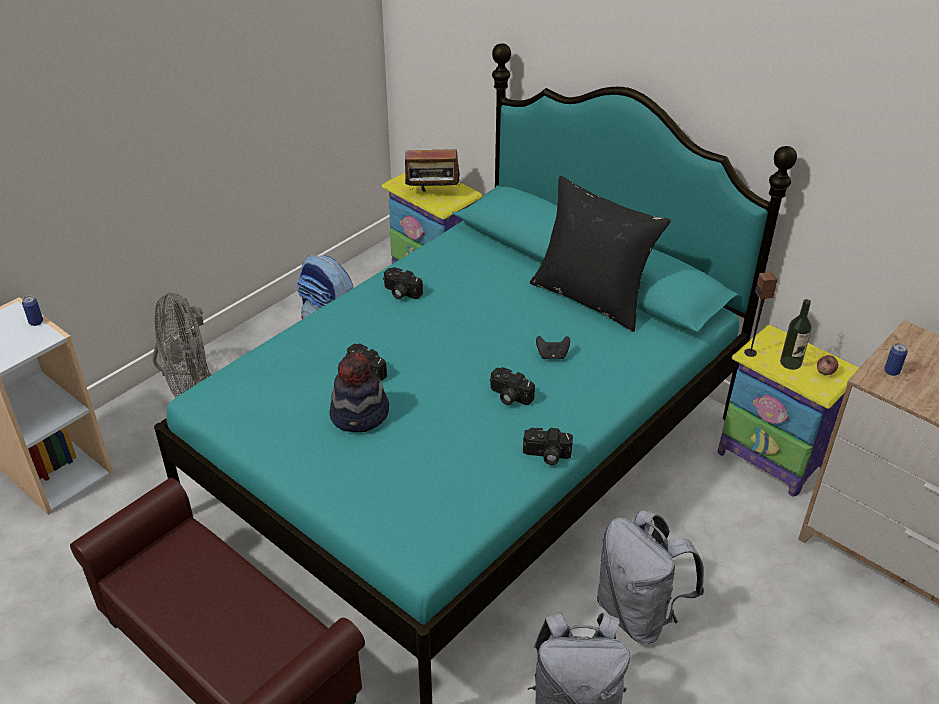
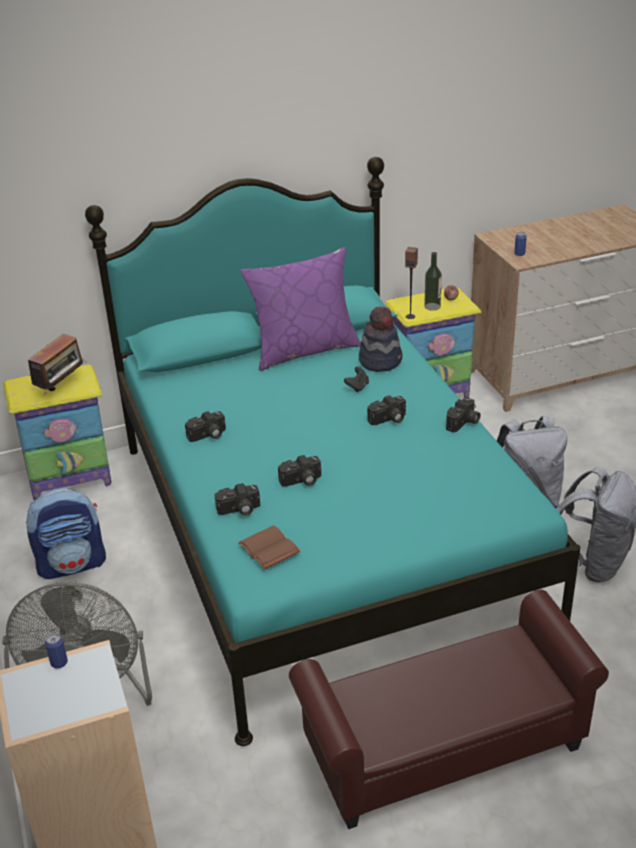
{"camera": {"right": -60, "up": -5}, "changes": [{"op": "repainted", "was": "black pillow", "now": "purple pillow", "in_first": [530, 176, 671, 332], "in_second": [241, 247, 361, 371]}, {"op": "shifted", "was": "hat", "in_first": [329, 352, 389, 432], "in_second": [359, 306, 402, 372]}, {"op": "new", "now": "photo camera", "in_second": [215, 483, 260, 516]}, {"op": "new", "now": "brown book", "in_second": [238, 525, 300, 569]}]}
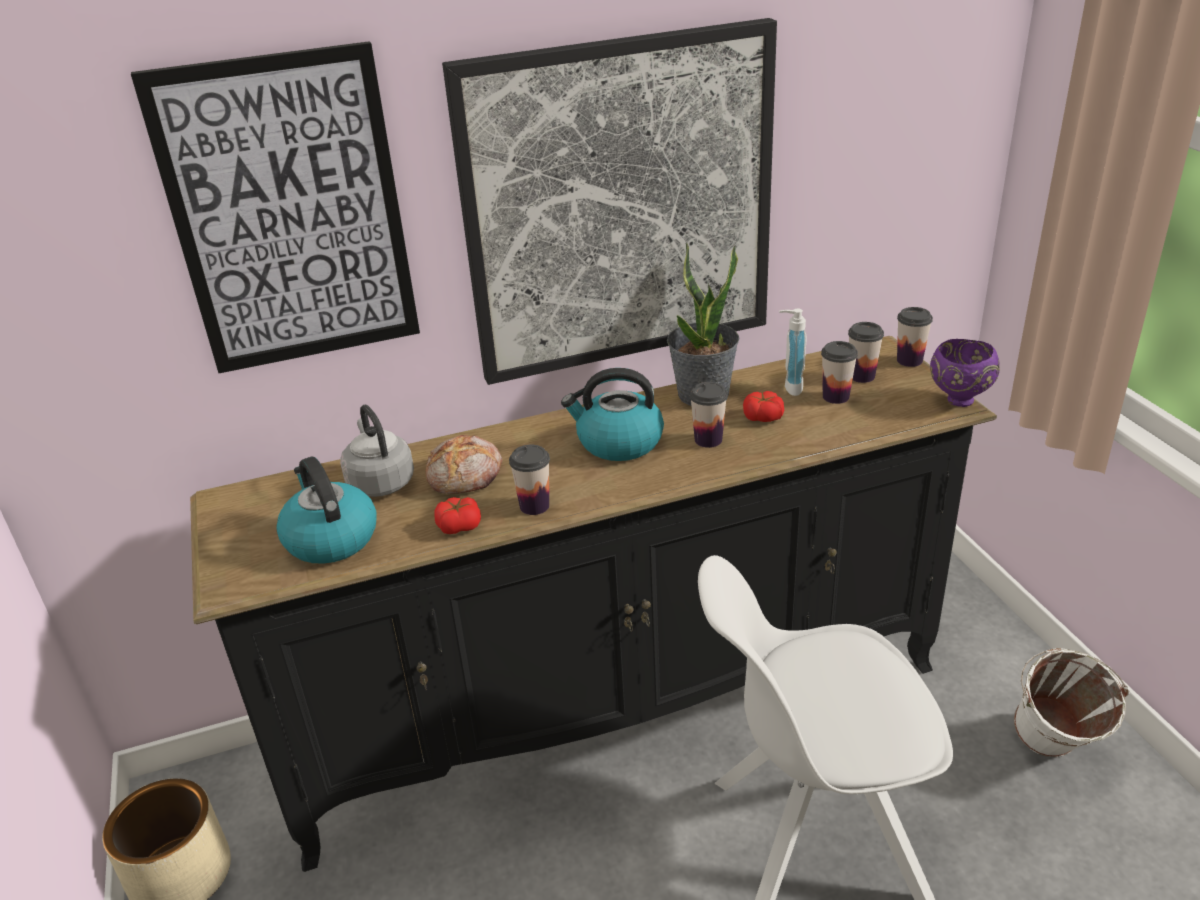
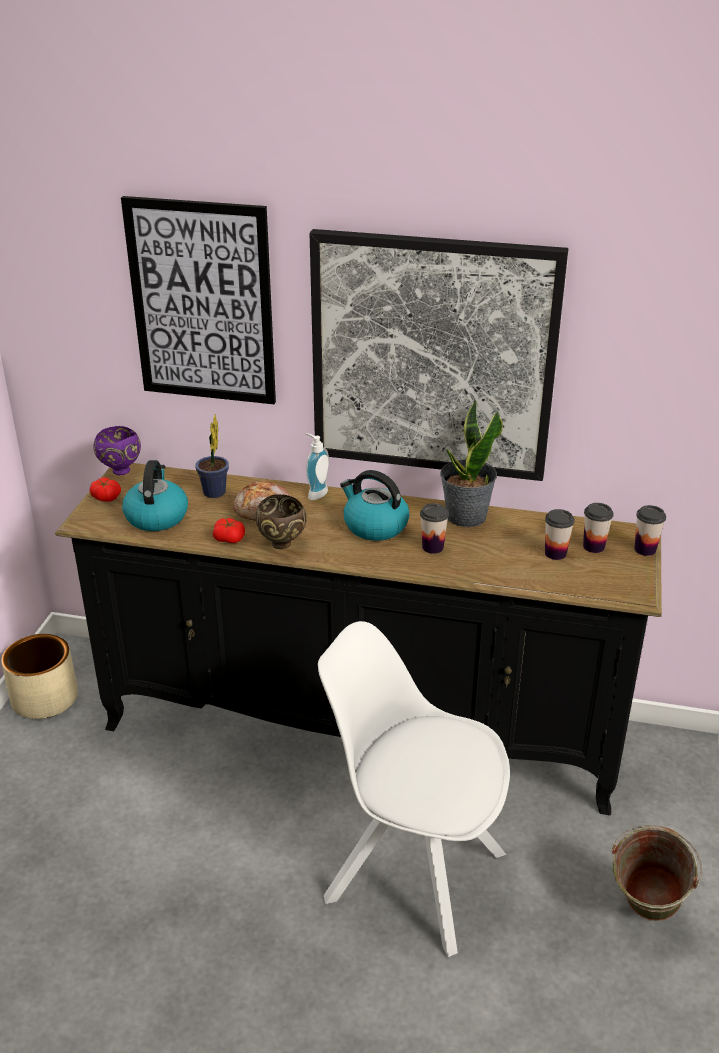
{"camera": {"right": 30, "up": 0}, "changes": [{"op": "shifted", "was": "soap dispenser", "in_first": [779, 309, 807, 396], "in_second": [306, 433, 329, 500]}, {"op": "shifted", "was": "purple bowl", "in_first": [930, 339, 1000, 407], "in_second": [94, 426, 141, 475]}, {"op": "shifted", "was": "tomato", "in_first": [743, 391, 784, 422], "in_second": [90, 477, 121, 502]}, {"op": "swapped", "was": "grey kettle", "now": "potted plant", "in_first": [340, 405, 414, 497], "in_second": [195, 414, 229, 498]}, {"op": "swapped", "was": "cup", "now": "brown bowl", "in_first": [509, 445, 550, 515], "in_second": [255, 494, 307, 549]}, {"op": "repainted", "was": "white bucket", "now": "green bucket", "in_first": [1014, 648, 1130, 757], "in_second": [612, 825, 702, 921]}]}
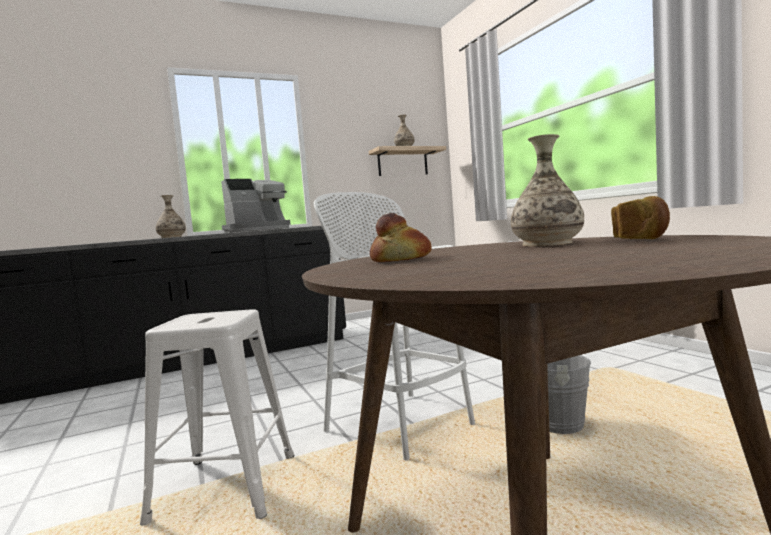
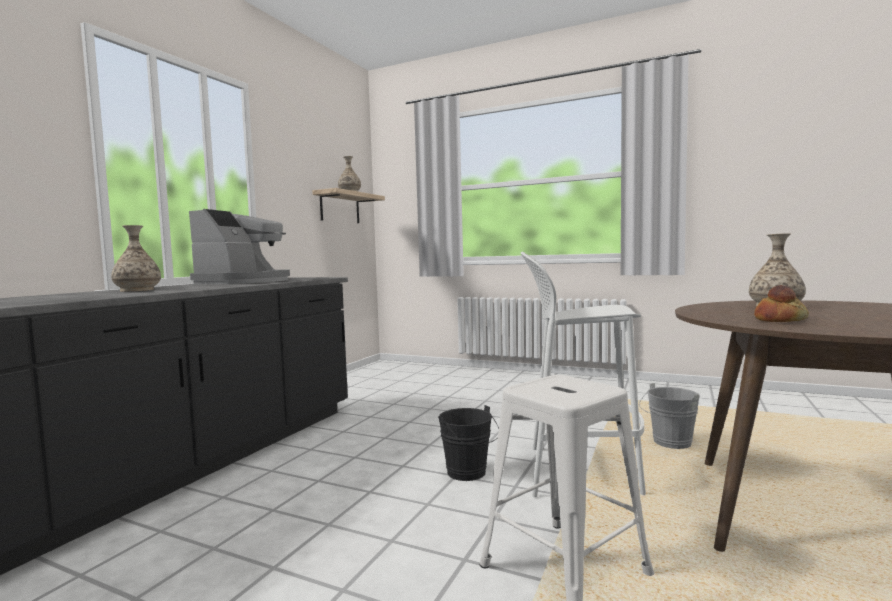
{"camera": {"right": -40, "up": 0}, "changes": [{"op": "gone", "was": "bread", "in_first": [611, 196, 670, 239]}, {"op": "new", "now": "black bucket", "in_second": [438, 405, 499, 481]}]}
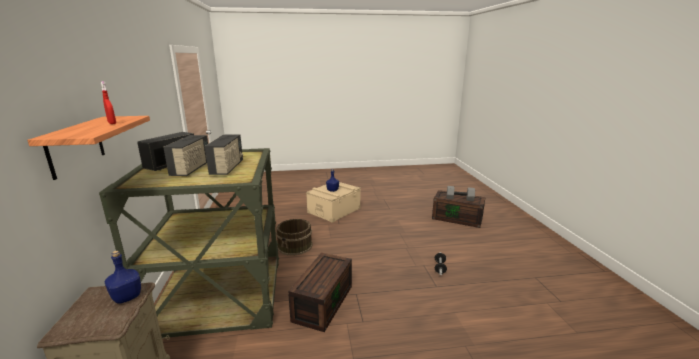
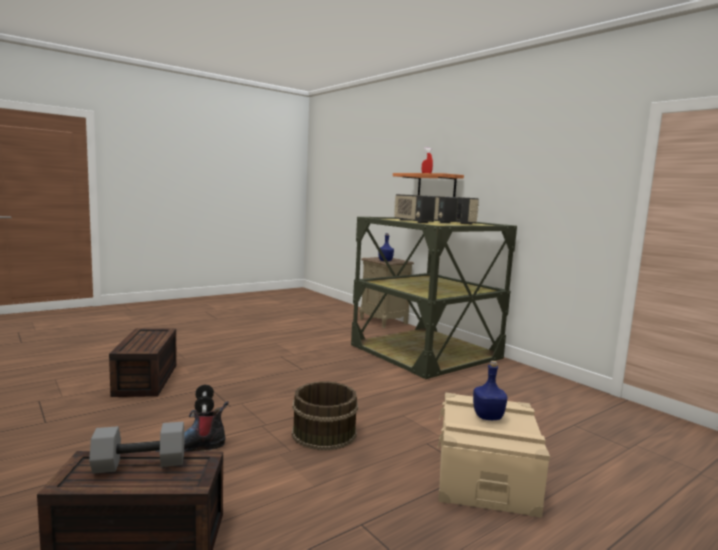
{"camera": {"right": 150, "up": -10}, "changes": [{"op": "shifted", "was": "brown bucket", "in_first": [276, 219, 313, 256], "in_second": [292, 381, 358, 450]}, {"op": "shifted", "was": "brown storage box", "in_first": [288, 253, 352, 332], "in_second": [109, 328, 177, 397]}, {"op": "new", "now": "boot", "in_second": [158, 401, 229, 452]}]}
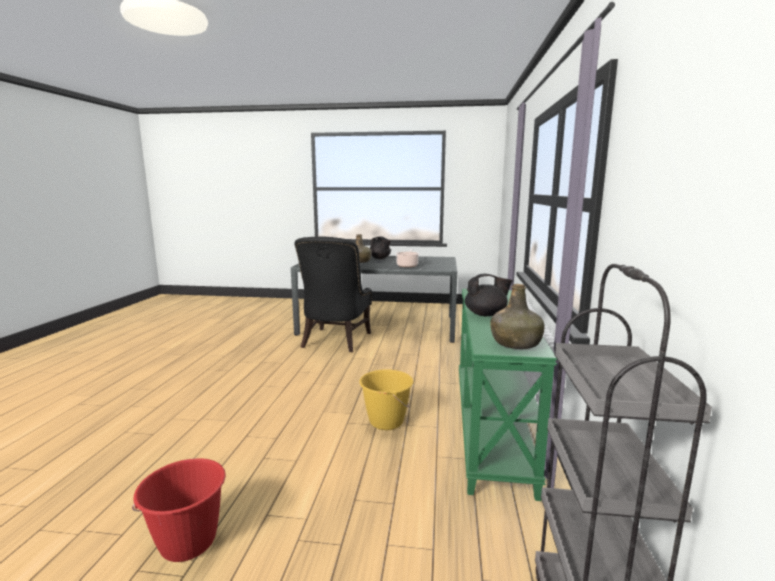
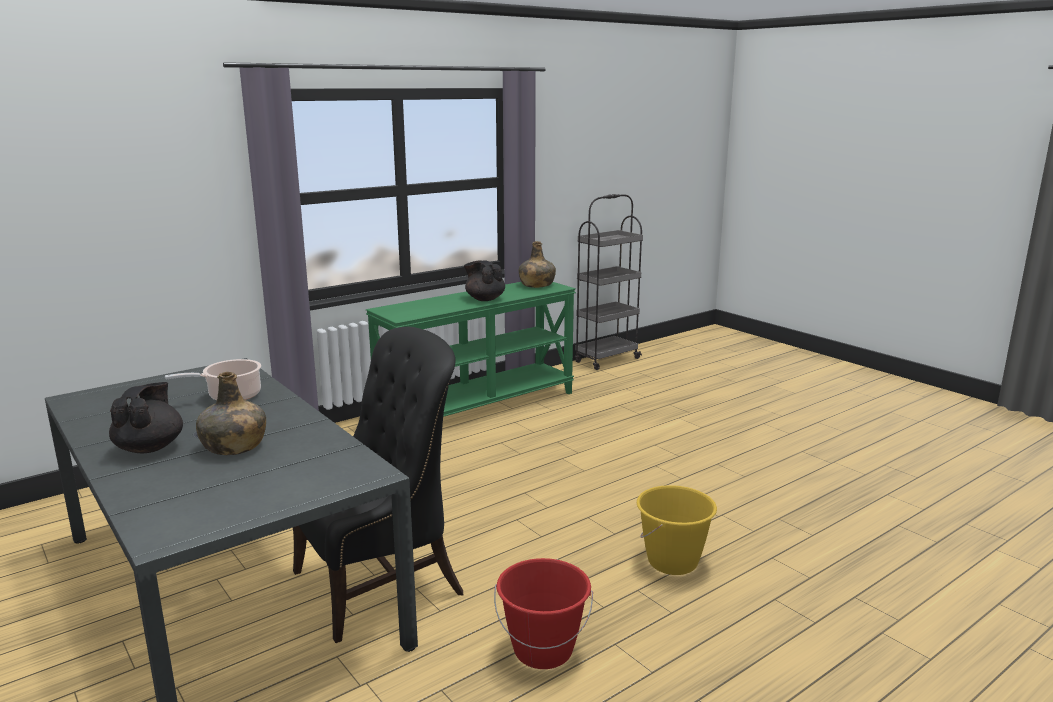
{"camera": {"right": -135, "up": 5}, "changes": [{"op": "shifted", "was": "yellow bucket", "in_first": [359, 369, 414, 430], "in_second": [637, 485, 717, 575]}, {"op": "shifted", "was": "red bucket", "in_first": [132, 458, 226, 562], "in_second": [494, 558, 593, 669]}]}
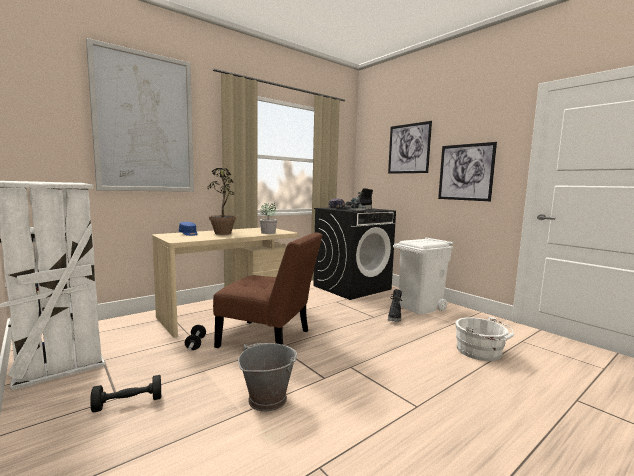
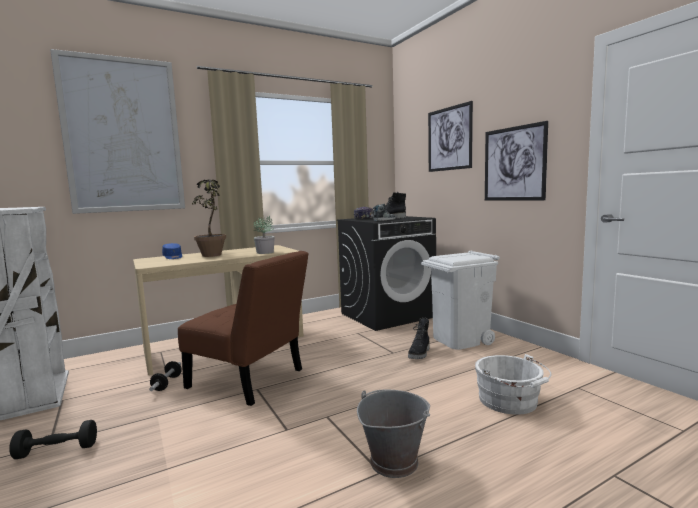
{"camera": {"right": 10, "up": 0}, "changes": [{"op": "shifted", "was": "grey bucket", "in_first": [238, 343, 297, 412], "in_second": [357, 390, 430, 478]}]}
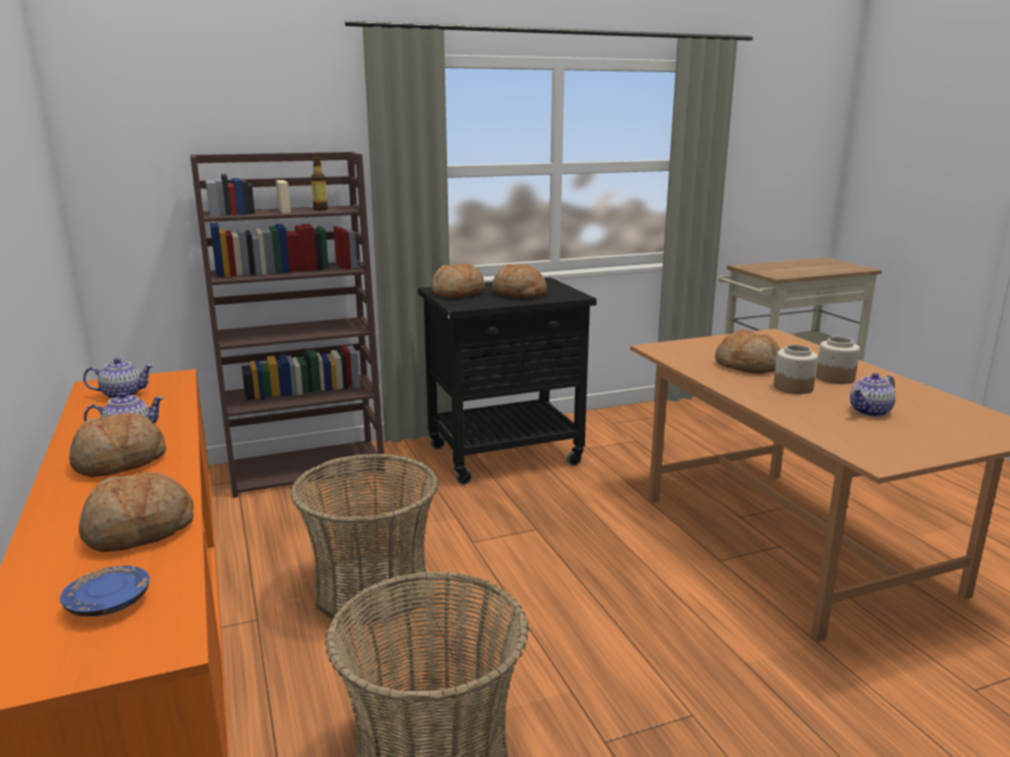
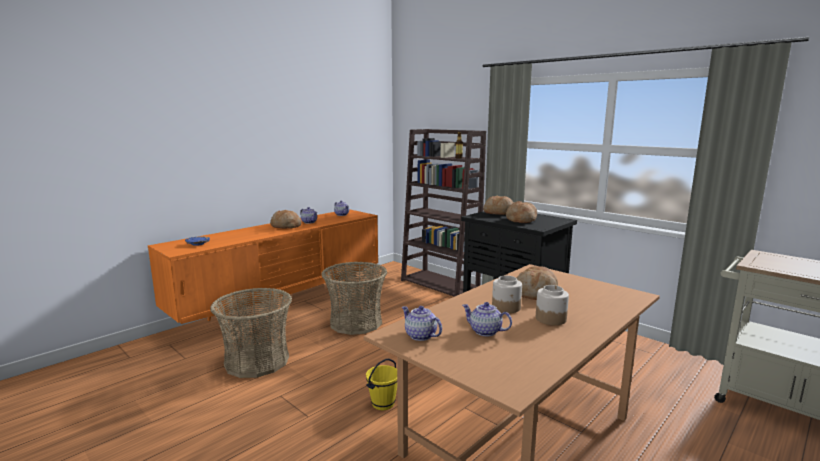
{"camera": {"right": 65, "up": -5}, "changes": [{"op": "gone", "was": "bread", "in_first": [79, 472, 194, 552]}, {"op": "new", "now": "teapot", "in_second": [402, 306, 442, 341]}, {"op": "new", "now": "yellow bucket", "in_second": [366, 359, 397, 410]}]}
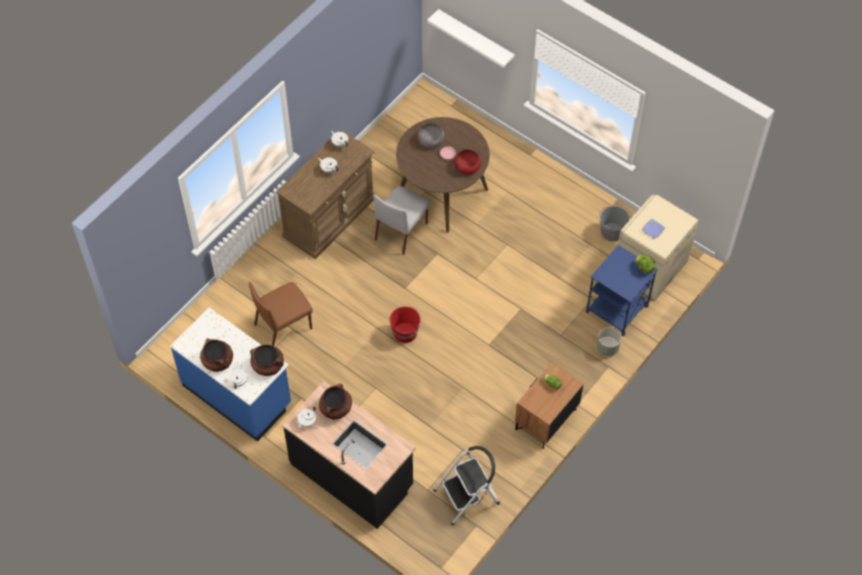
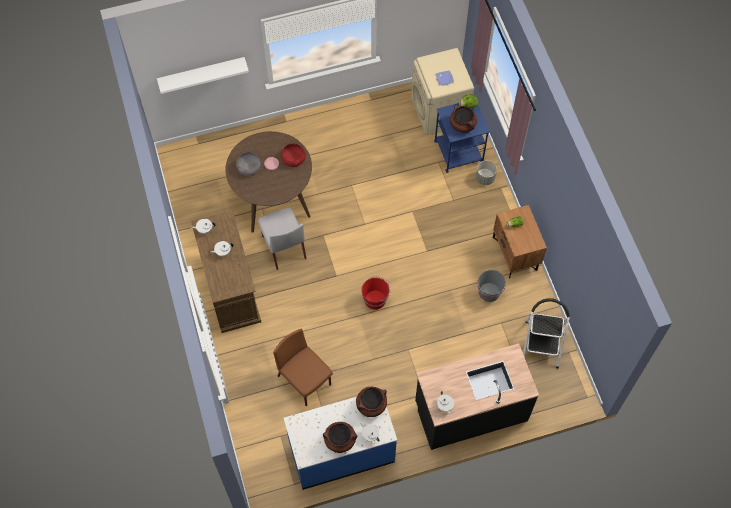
{"camera": {"right": -55, "up": 5}, "changes": [{"op": "shifted", "was": "grey bucket", "in_first": [599, 206, 630, 242], "in_second": [477, 270, 506, 302]}, {"op": "rotated", "was": "brown chair", "in_first": [249, 282, 313, 346], "in_second": [273, 328, 333, 406], "clockwise": 135}, {"op": "shifted", "was": "brown cooking pot", "in_first": [319, 383, 352, 420], "in_second": [450, 105, 477, 133]}]}
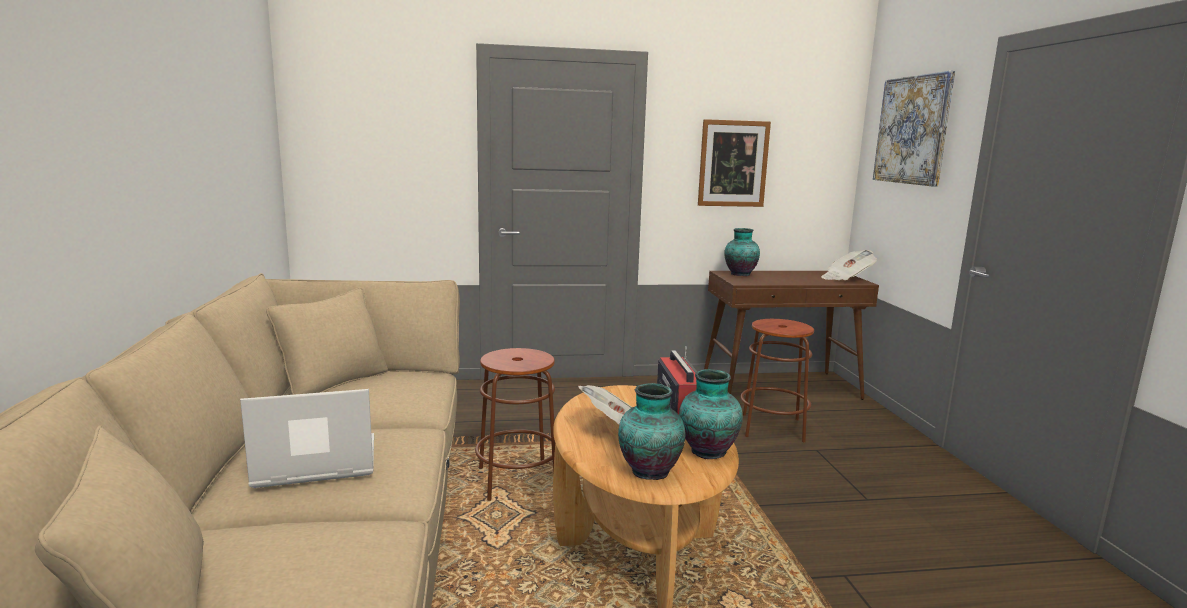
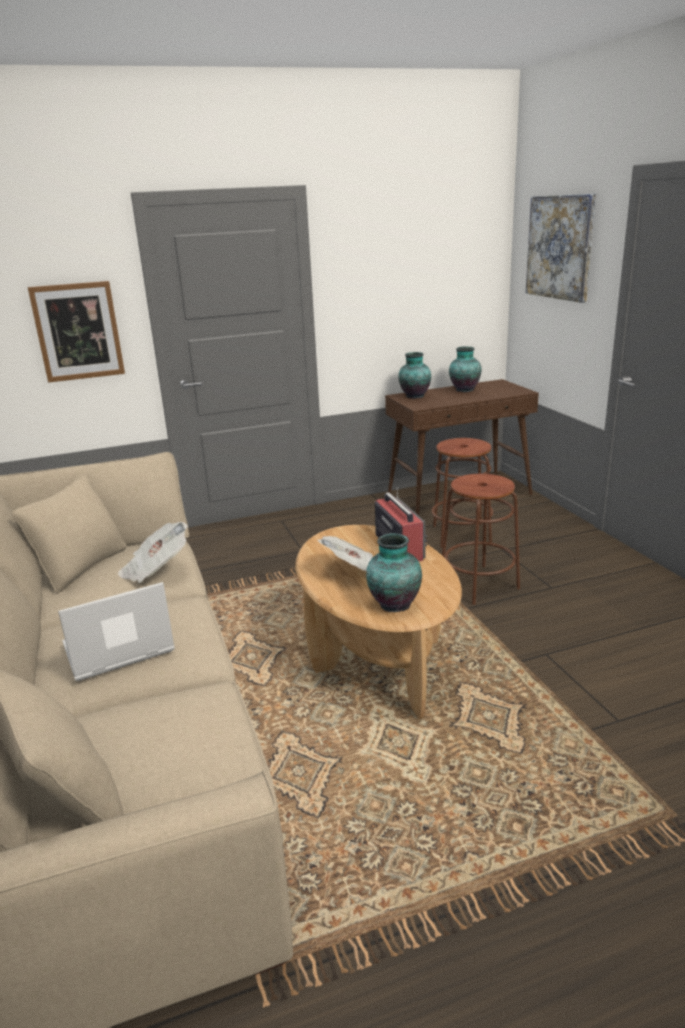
{"camera": {"right": -10, "up": 10}, "changes": [{"op": "shifted", "was": "picture", "in_first": [698, 119, 771, 207], "in_second": [28, 281, 125, 383]}, {"op": "shifted", "was": "newspaper", "in_first": [821, 250, 877, 280], "in_second": [118, 522, 188, 583]}, {"op": "shifted", "was": "brown stool", "in_first": [475, 348, 555, 501], "in_second": [442, 474, 520, 605]}, {"op": "shifted", "was": "vase", "in_first": [679, 369, 743, 459], "in_second": [449, 346, 481, 392]}]}
